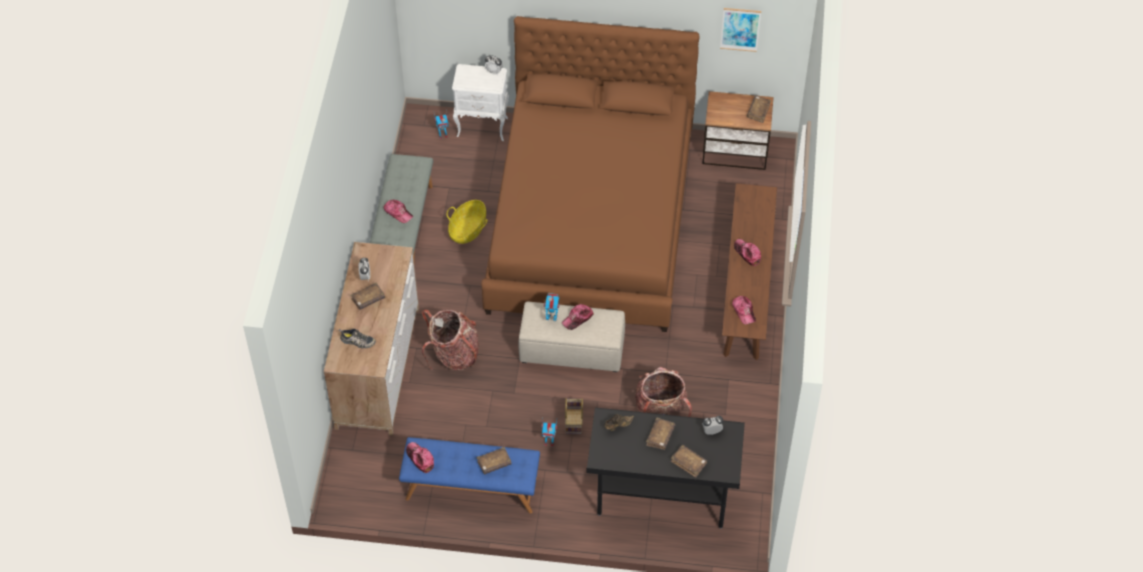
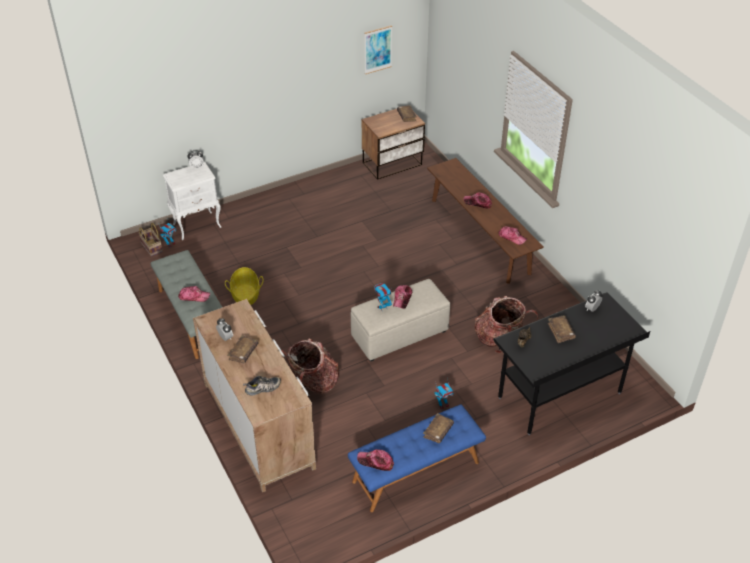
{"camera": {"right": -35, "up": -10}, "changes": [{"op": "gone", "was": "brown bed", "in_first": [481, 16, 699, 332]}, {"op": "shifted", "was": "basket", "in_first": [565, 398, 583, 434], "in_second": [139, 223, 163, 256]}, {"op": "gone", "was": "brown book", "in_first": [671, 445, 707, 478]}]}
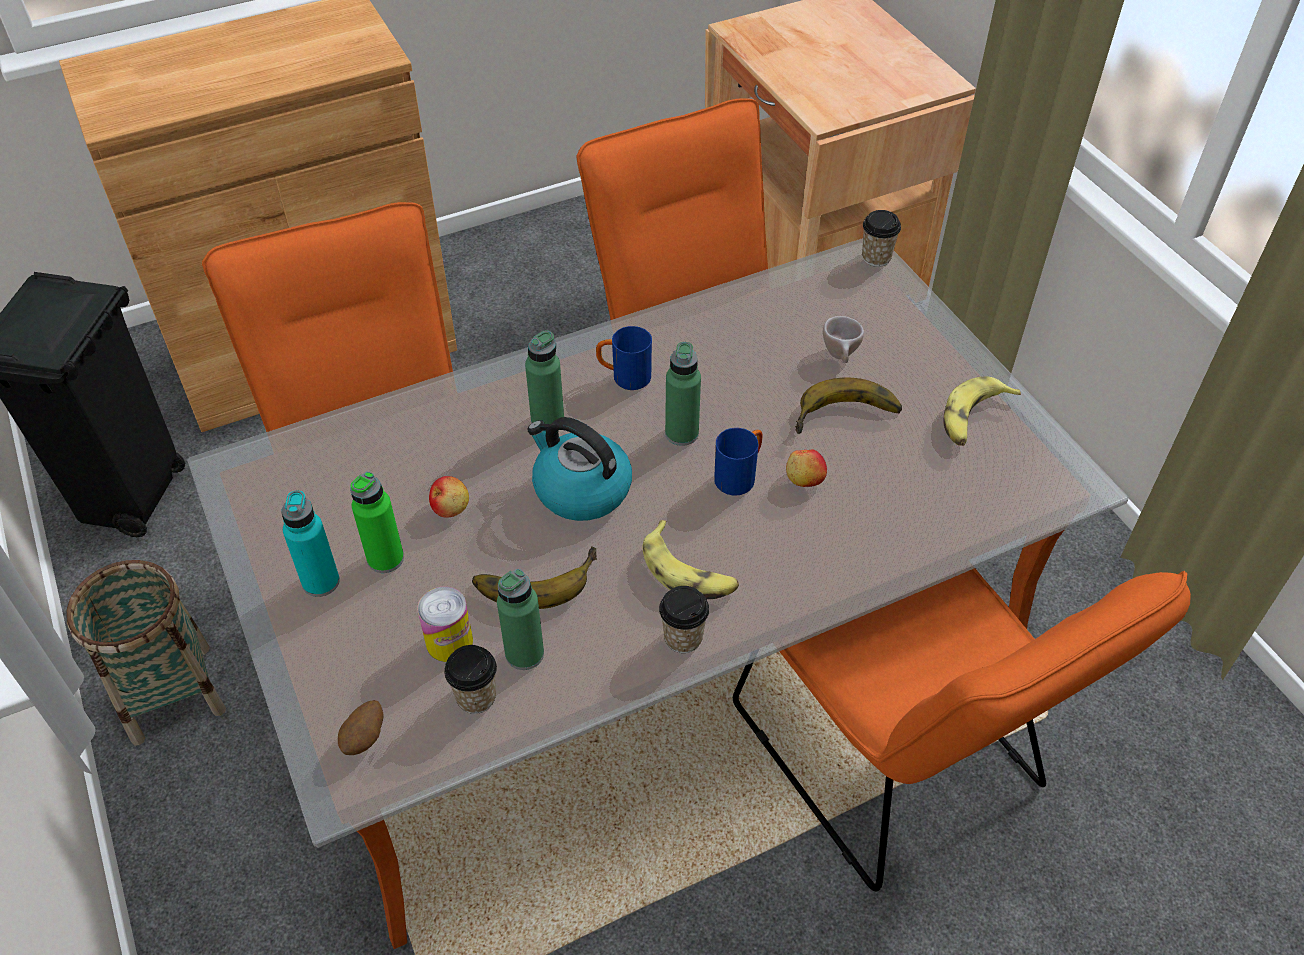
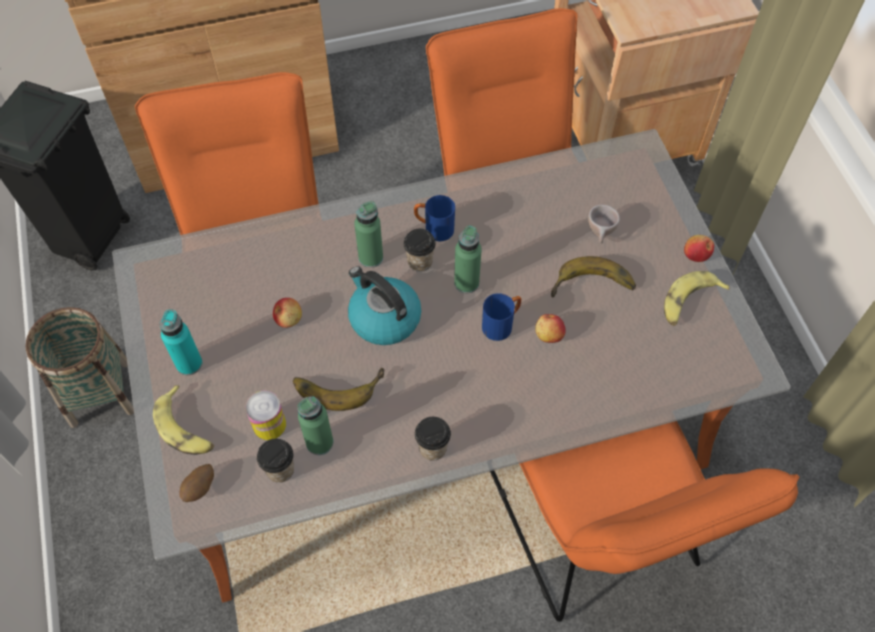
{"camera": {"right": 10, "up": 10}, "changes": [{"op": "shifted", "was": "cup", "in_first": [862, 210, 901, 267], "in_second": [403, 229, 436, 272]}, {"op": "gone", "was": "green bottle", "in_first": [350, 472, 404, 573]}, {"op": "shifted", "was": "banana", "in_first": [643, 520, 739, 599], "in_second": [153, 385, 214, 455]}, {"op": "new", "now": "apple", "in_second": [684, 235, 714, 262]}]}
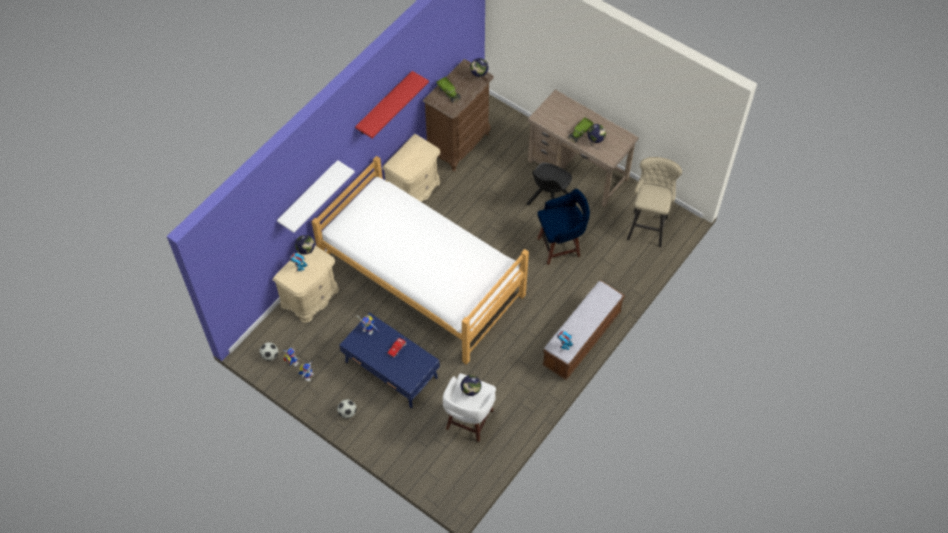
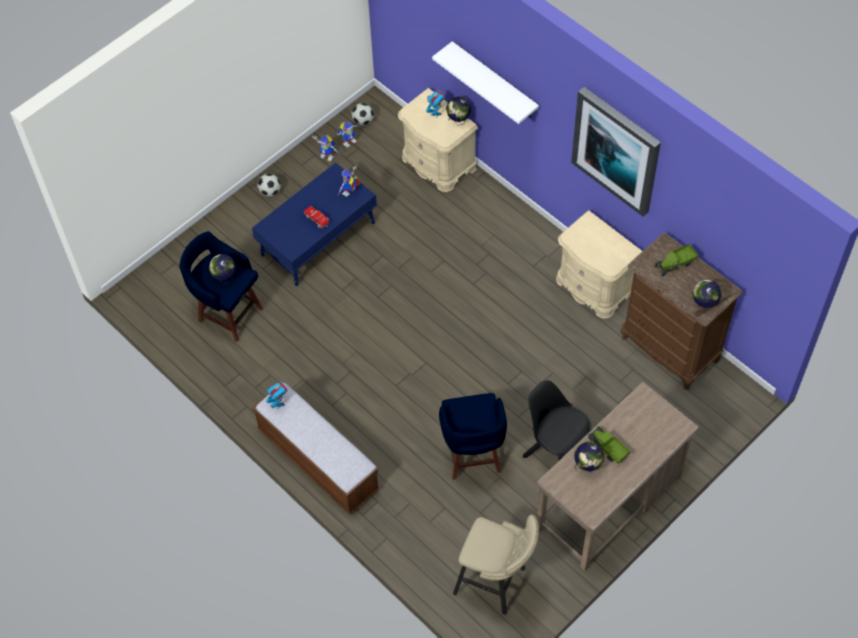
{"camera": {"right": 100, "up": 0}, "changes": [{"op": "swapped", "was": "red shelf", "now": "picture", "in_first": [355, 71, 429, 139], "in_second": [571, 87, 661, 217]}, {"op": "gone", "was": "bed", "in_first": [311, 156, 529, 365]}, {"op": "repainted", "was": "white stool", "now": "blue stool", "in_first": [443, 374, 496, 442], "in_second": [180, 231, 263, 342]}]}
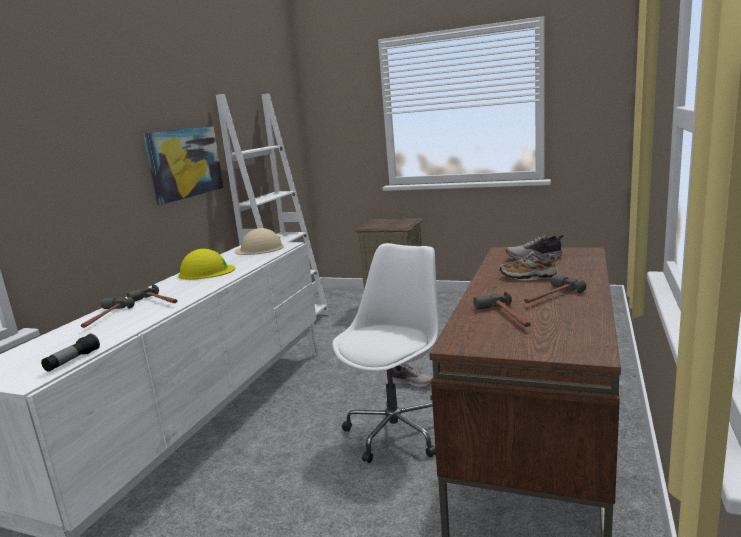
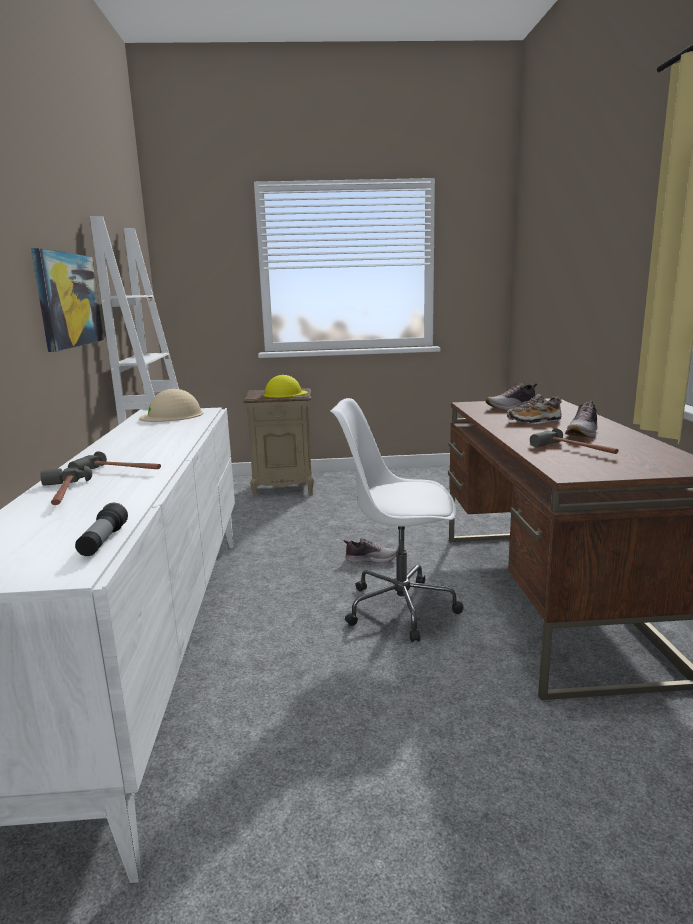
{"camera": {"right": -25, "up": 0}, "changes": [{"op": "rotated", "was": "white office chair", "in_first": [332, 243, 438, 463], "in_second": [330, 398, 463, 642], "clockwise": -90}, {"op": "shifted", "was": "yellow hard hat", "in_first": [178, 249, 235, 280], "in_second": [263, 375, 308, 398]}, {"op": "swapped", "was": "hammer", "now": "shoe", "in_first": [524, 275, 586, 303], "in_second": [565, 401, 598, 438]}]}
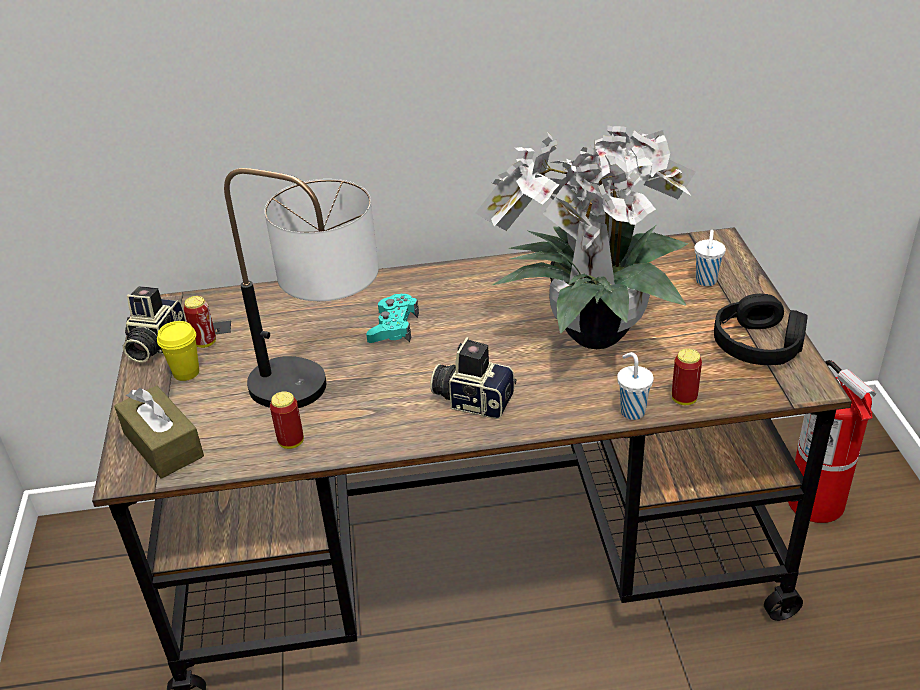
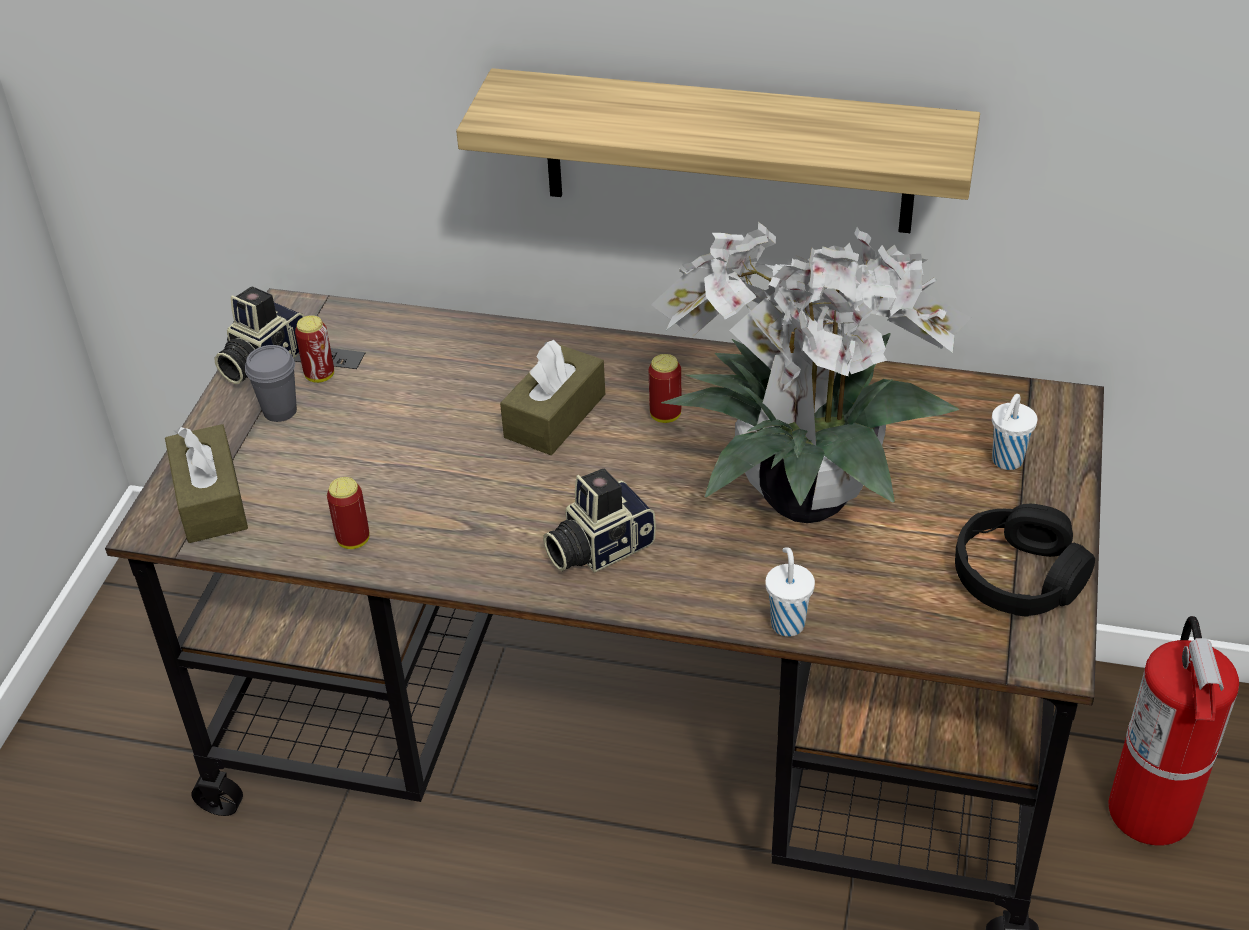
{"camera": {"right": 20, "up": 5}, "changes": [{"op": "gone", "was": "table lamp", "in_first": [224, 168, 379, 408]}, {"op": "swapped", "was": "turquoise game controller", "now": "brown tissue box", "in_first": [366, 294, 419, 343], "in_second": [500, 340, 605, 455]}, {"op": "repainted", "was": "yellow cup", "now": "grey cup", "in_first": [157, 321, 199, 381], "in_second": [245, 345, 297, 422]}, {"op": "rotated", "was": "photo camera", "in_first": [430, 337, 516, 419], "in_second": [543, 468, 656, 573], "clockwise": -75}, {"op": "shifted", "was": "can", "in_first": [672, 348, 702, 405], "in_second": [649, 354, 681, 423]}, {"op": "new", "now": "shelf", "in_second": [456, 68, 980, 233]}]}
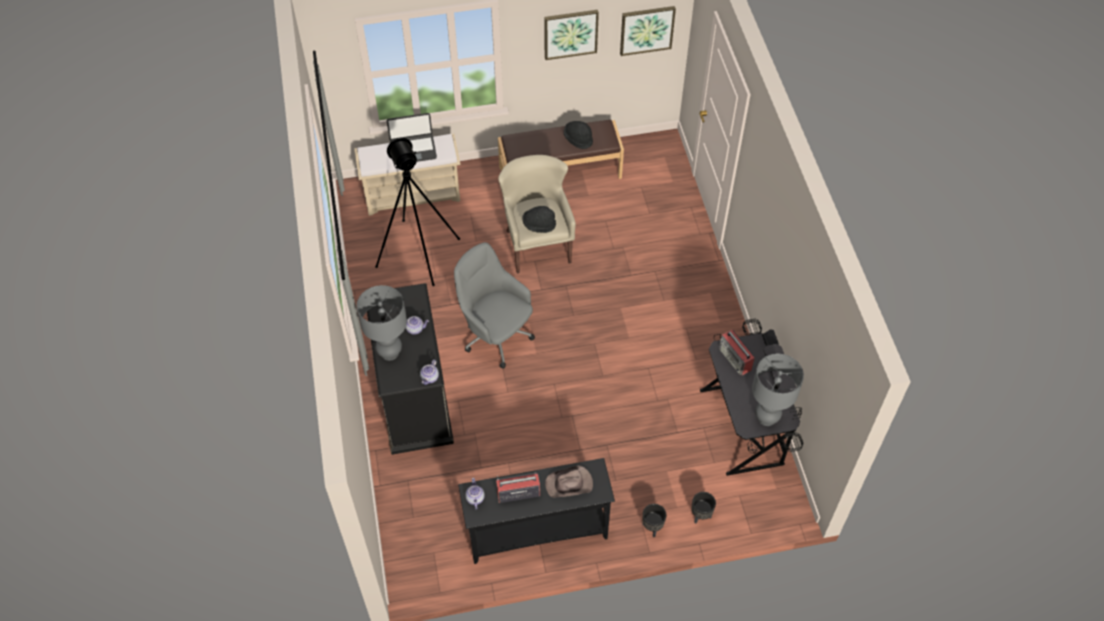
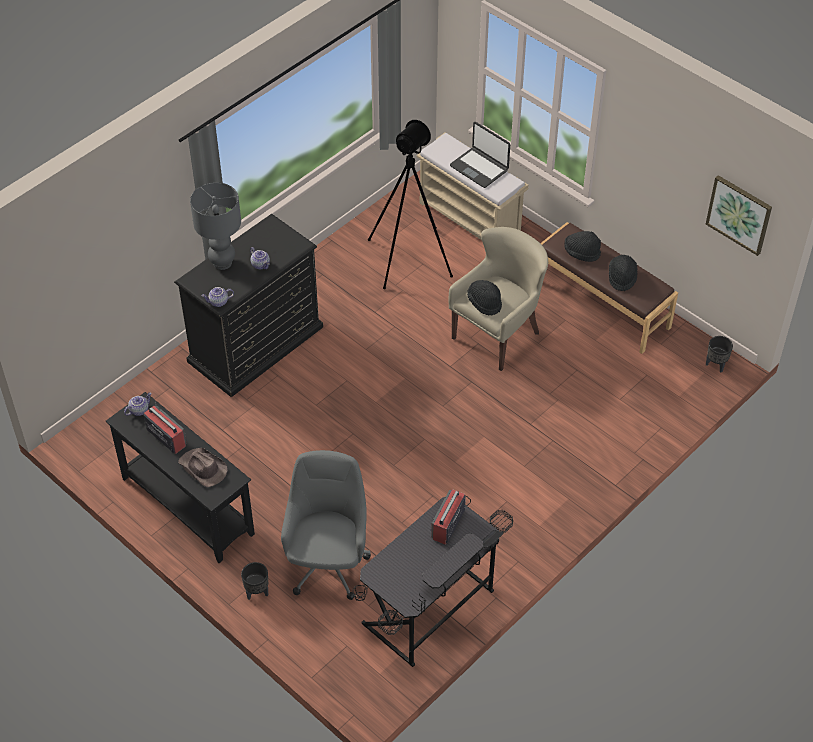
{"camera": {"right": 55, "up": -5}, "changes": [{"op": "gone", "was": "picture", "in_first": [544, 10, 599, 60]}, {"op": "shifted", "was": "grey office chair", "in_first": [454, 242, 535, 368], "in_second": [281, 450, 371, 600]}, {"op": "gone", "was": "grey table lamp", "in_first": [752, 354, 804, 426]}, {"op": "shifted", "was": "black planter", "in_first": [692, 492, 716, 523], "in_second": [706, 336, 733, 372]}, {"op": "new", "now": "black hat", "in_second": [564, 231, 601, 262]}]}
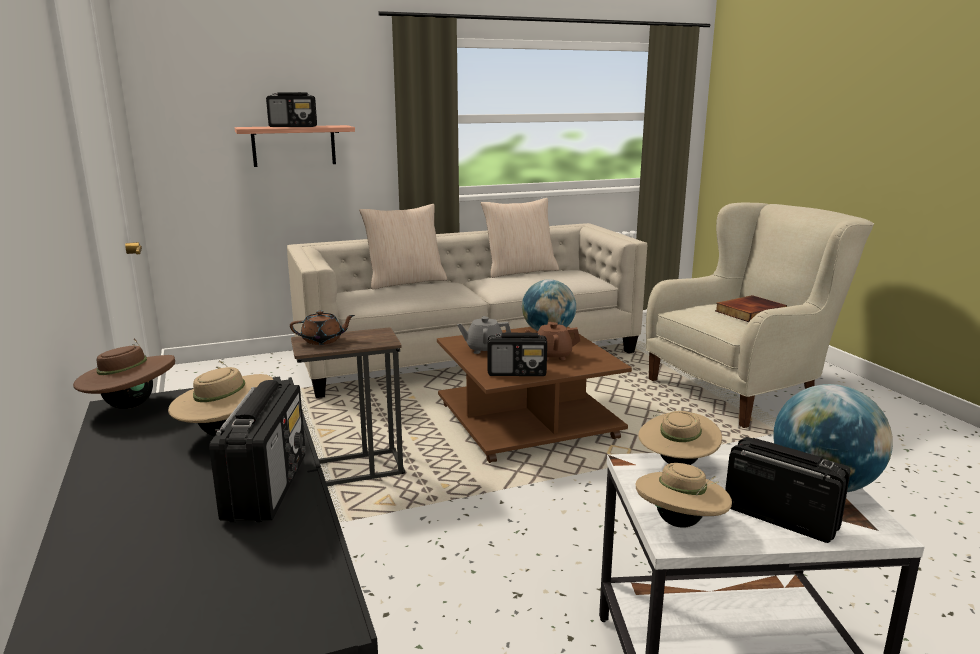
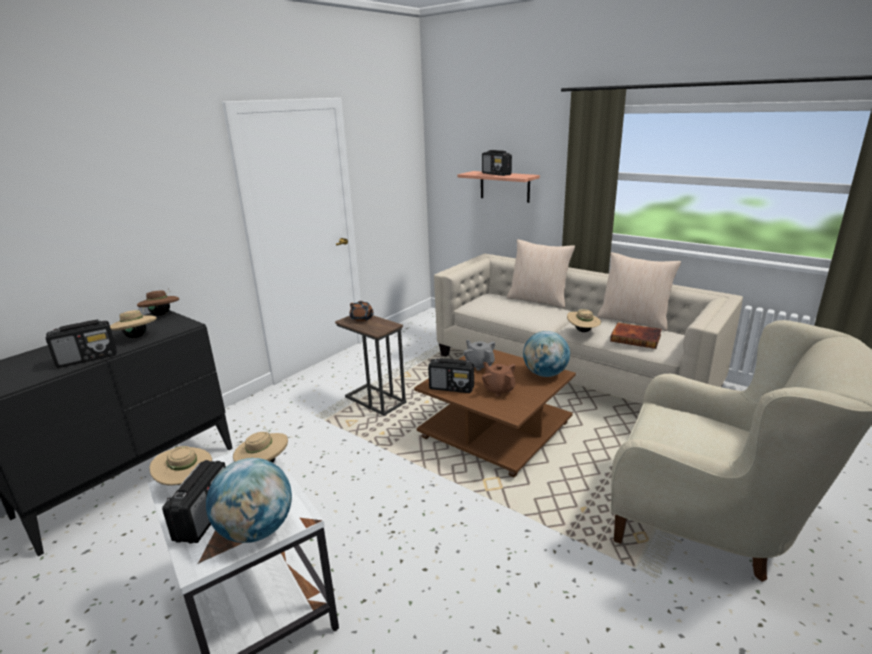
{"camera": {"right": 60, "up": 5}, "changes": [{"op": "shifted", "was": "book", "in_first": [715, 295, 787, 322], "in_second": [610, 322, 662, 349]}, {"op": "rotated", "was": "radio", "in_first": [488, 332, 547, 376], "in_second": [428, 358, 474, 393], "clockwise": -45}, {"op": "new", "now": "beige hat", "in_second": [567, 309, 601, 332]}]}
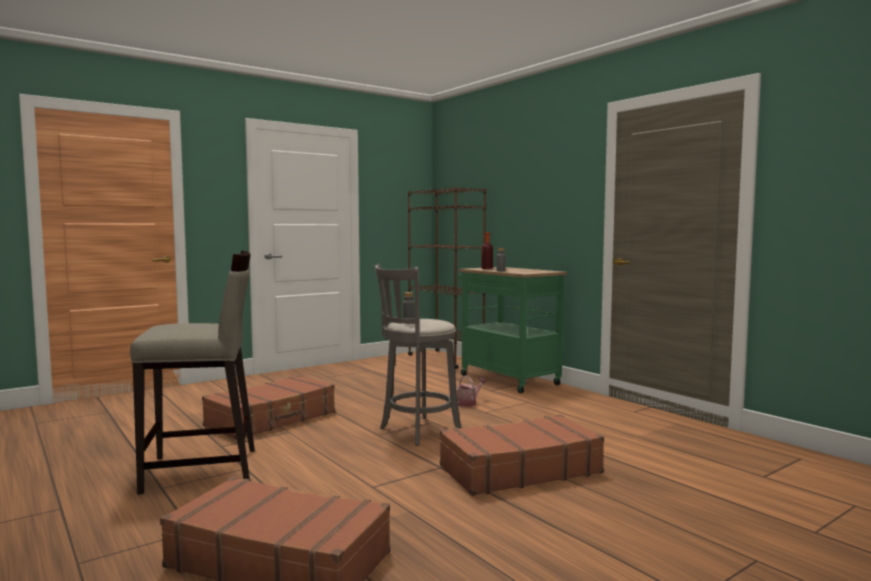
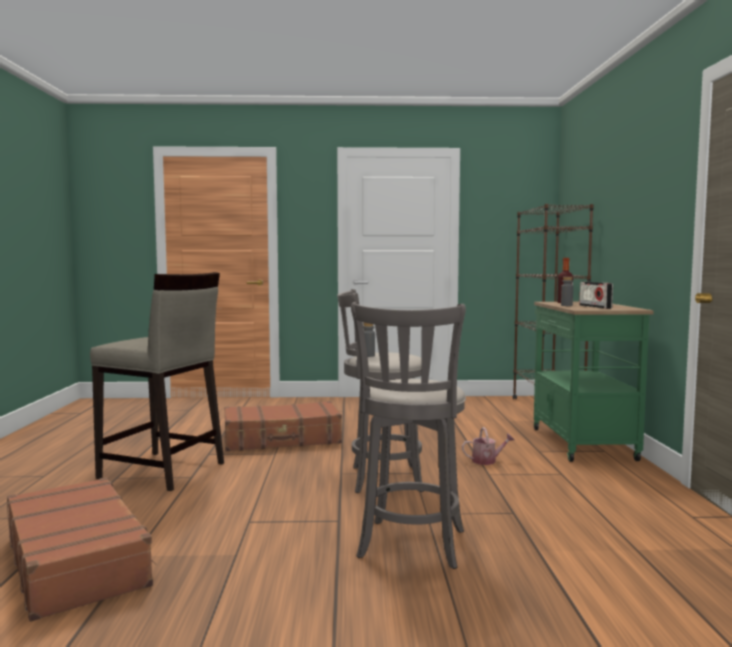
{"camera": {"right": 35, "up": 0}, "changes": [{"op": "swapped", "was": "brown suitcase", "now": "grey stool", "in_first": [440, 414, 604, 496], "in_second": [351, 302, 466, 569]}, {"op": "new", "now": "radio", "in_second": [579, 282, 613, 309]}]}
